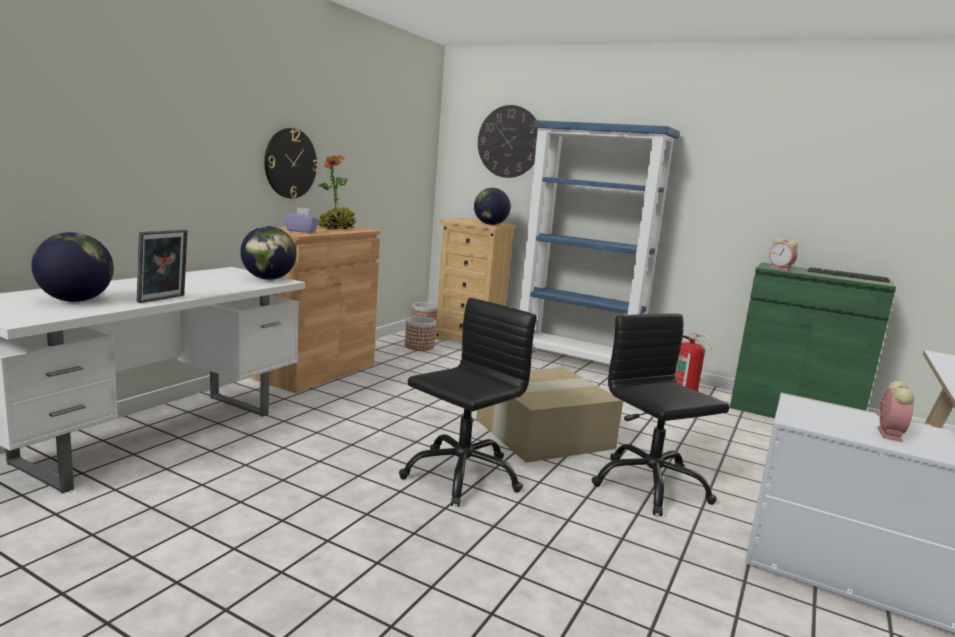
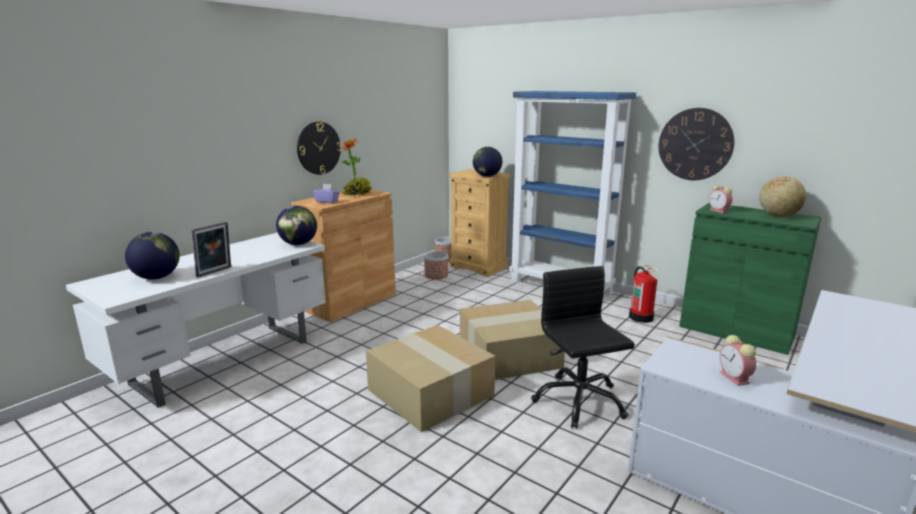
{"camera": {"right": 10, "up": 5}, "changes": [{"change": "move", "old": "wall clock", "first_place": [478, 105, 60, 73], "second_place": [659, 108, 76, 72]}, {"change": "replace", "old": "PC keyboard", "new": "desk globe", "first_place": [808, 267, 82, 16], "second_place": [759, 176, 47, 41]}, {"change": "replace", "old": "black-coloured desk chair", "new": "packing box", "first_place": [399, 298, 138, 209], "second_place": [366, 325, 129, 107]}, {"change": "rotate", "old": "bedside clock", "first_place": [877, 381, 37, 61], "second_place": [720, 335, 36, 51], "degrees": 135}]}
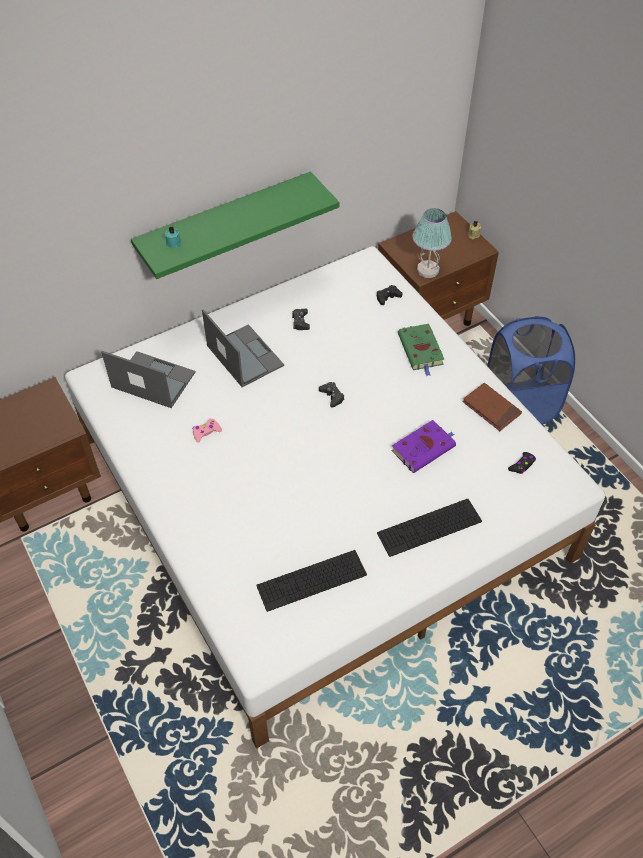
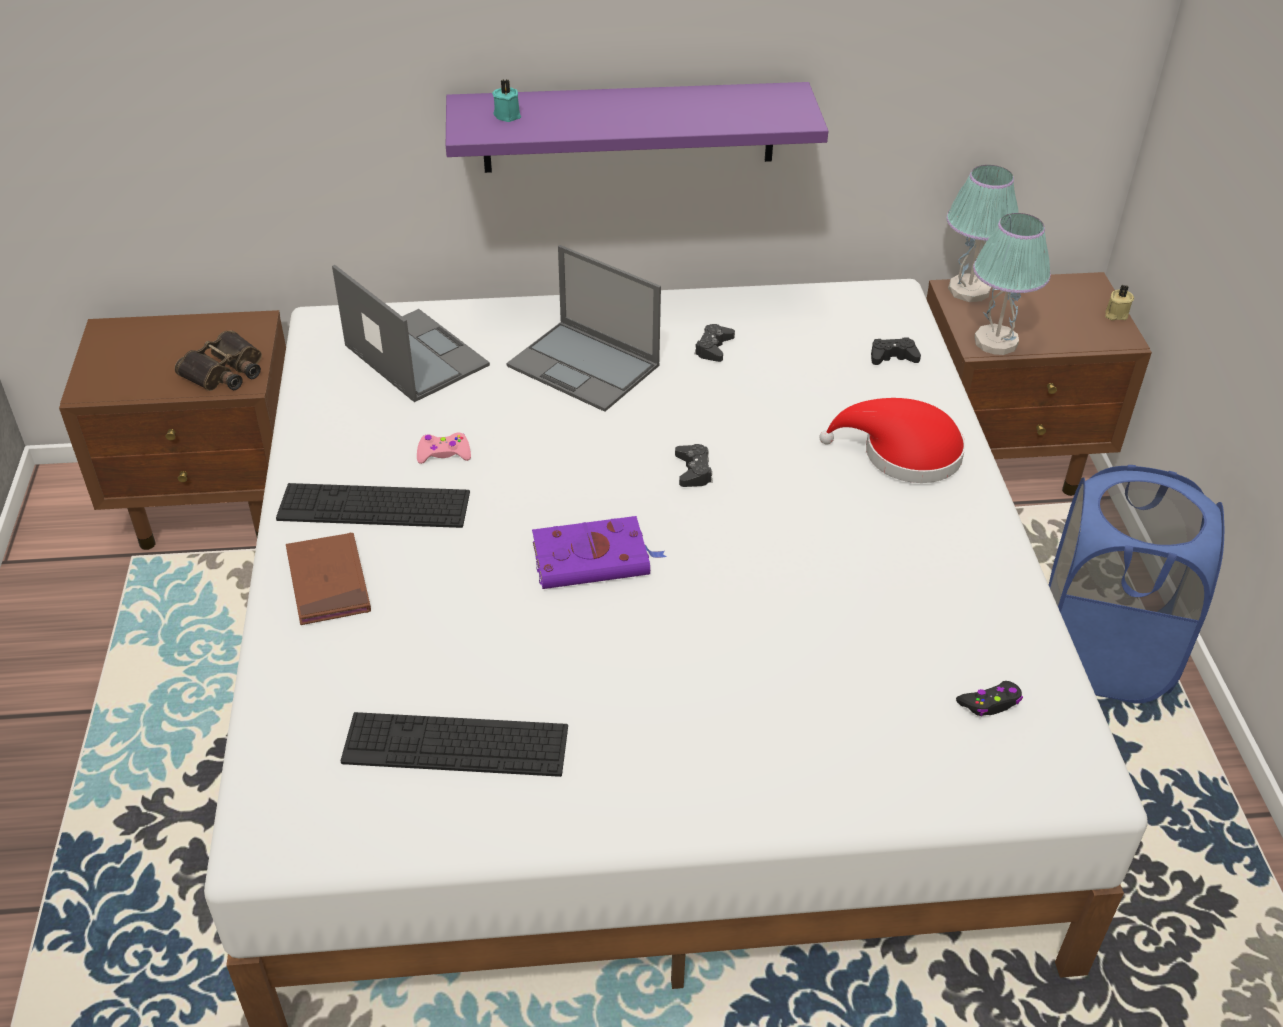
{"camera": {"right": 25, "up": -10}, "changes": [{"change": "recolor", "old": "green wall shelf", "new": "purple wall shelf", "first_place": [131, 172, 208, 107], "second_place": [446, 82, 382, 91]}, {"change": "rotate", "old": "portable computer", "first_place": [202, 309, 82, 78], "second_place": [506, 245, 155, 167], "degrees": 135}, {"change": "replace", "old": "green volume", "new": "red-coloured hat", "first_place": [398, 324, 46, 52], "second_place": [819, 398, 146, 85]}, {"change": "move", "old": "brownish volume", "first_place": [462, 383, 60, 48], "second_place": [286, 533, 85, 92]}, {"change": "move", "old": "purple volume", "first_place": [391, 420, 65, 53], "second_place": [532, 516, 134, 73]}, {"change": "move", "old": "PC keyboard", "first_place": [377, 499, 105, 58], "second_place": [276, 483, 194, 45]}, {"change": "insert", "new": "lamp for a table", "second_place": [946, 165, 73, 137]}, {"change": "insert", "new": "binoculars", "second_place": [175, 330, 87, 61]}]}
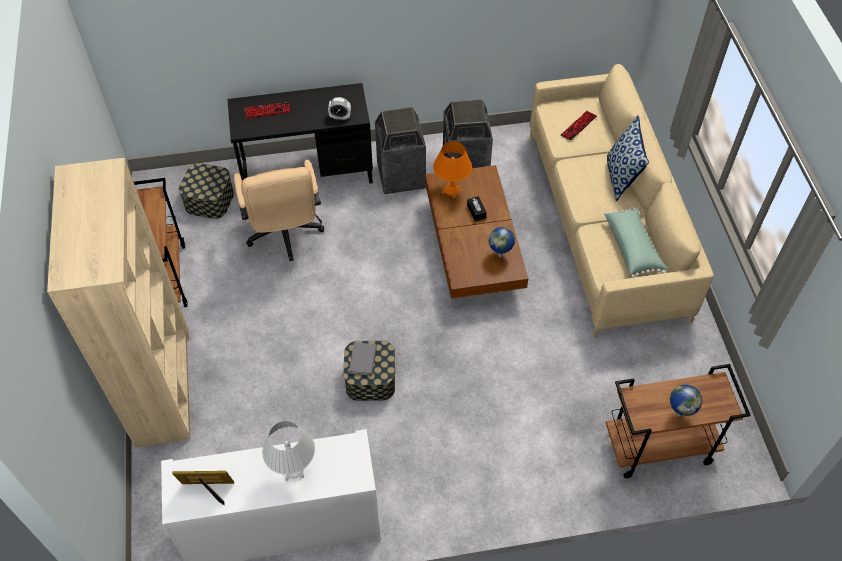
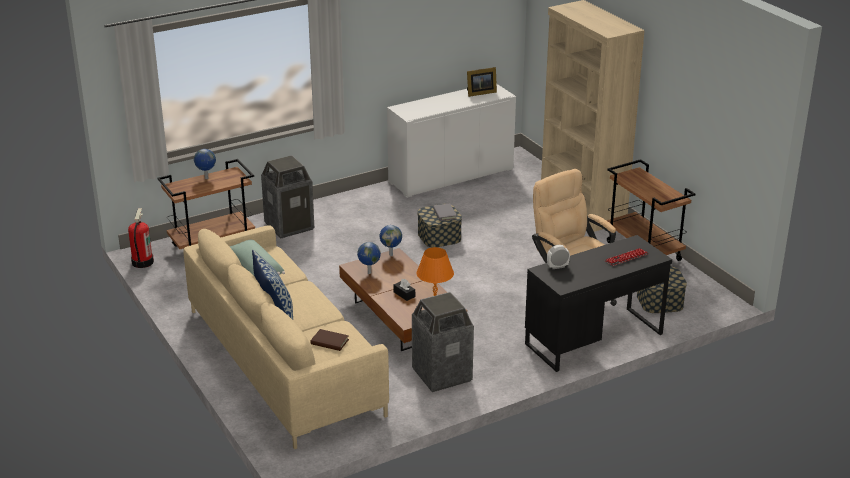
{"camera": {"right": 160, "up": -25}, "changes": [{"change": "move", "old": "waste bin", "first_place": [375, 107, 51, 87], "second_place": [261, 155, 53, 83]}, {"change": "replace", "old": "PC keyboard", "new": "brownish volume", "first_place": [561, 111, 36, 30], "second_place": [310, 329, 39, 22]}, {"change": "delete", "old": "white-coloured lamp for a table", "first_place": [262, 421, 53, 60]}, {"change": "insert", "new": "fire-fighting cylinder", "second_place": [128, 208, 26, 60]}, {"change": "insert", "new": "desk globe", "second_place": [380, 225, 22, 31]}]}
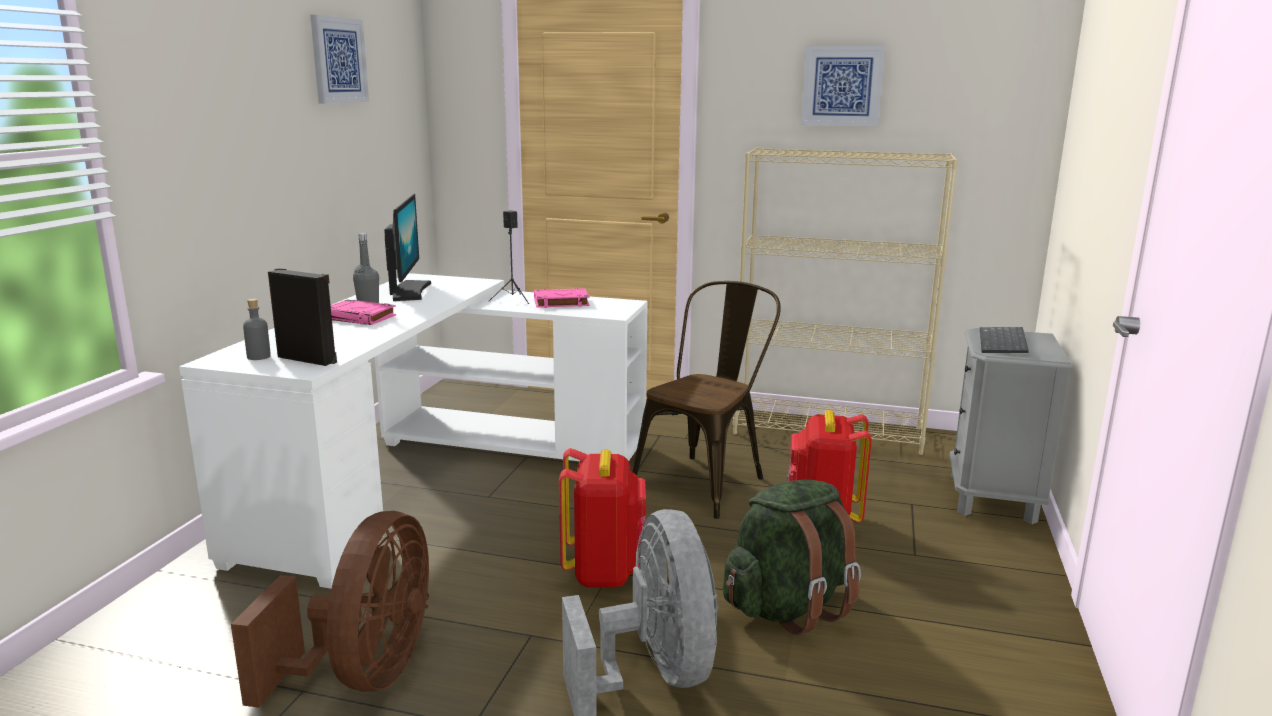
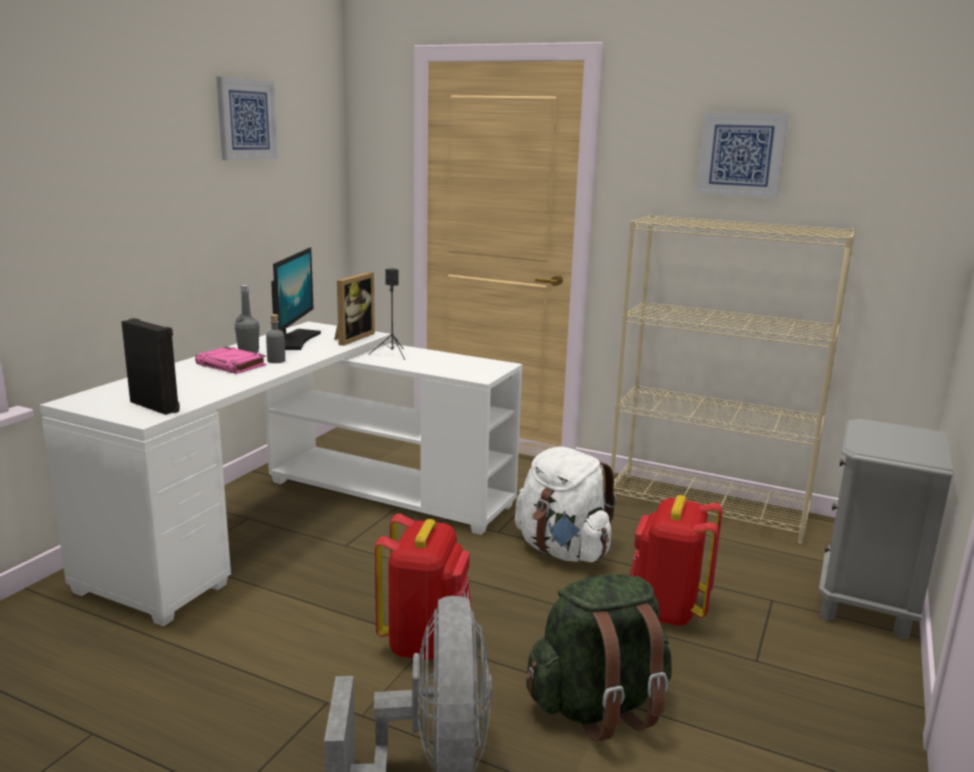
{"camera": {"right": 10, "up": 0}, "changes": [{"change": "replace", "old": "brownish plain chair", "new": "white-coloured backpack", "first_place": [633, 281, 148, 238], "second_place": [515, 447, 102, 115]}, {"change": "delete", "old": "pinkish volume", "first_place": [534, 288, 56, 20]}, {"change": "move", "old": "greyish drink bottle", "first_place": [243, 299, 28, 61], "second_place": [266, 314, 19, 49]}, {"change": "delete", "old": "PC keyboard", "first_place": [980, 327, 49, 26]}, {"change": "delete", "old": "brownish electric fan", "first_place": [231, 511, 198, 197]}, {"change": "insert", "new": "picture frame", "second_place": [334, 272, 41, 74]}]}
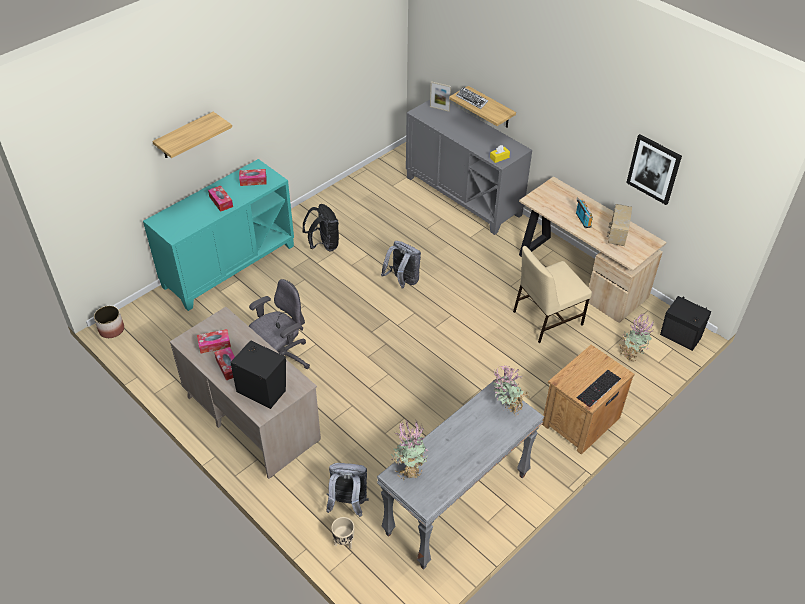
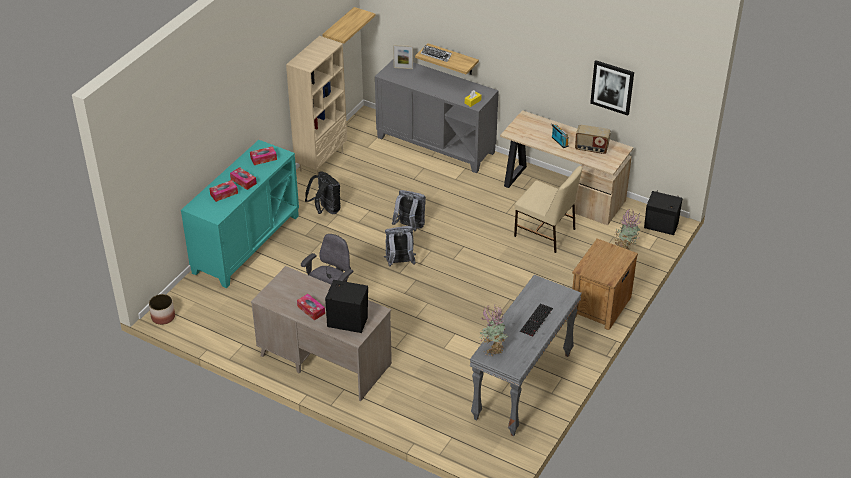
{"camera": {"right": -15, "up": -5}, "changes": [{"change": "move", "old": "wall shelf", "first_place": [152, 112, 80, 46], "second_place": [322, 7, 53, 37]}, {"change": "rotate", "old": "radio", "first_place": [607, 204, 25, 42], "second_place": [575, 125, 36, 29], "degrees": -75}, {"change": "rotate", "old": "beige-coloured plain chair", "first_place": [513, 246, 79, 97], "second_place": [514, 166, 68, 87], "degrees": -105}, {"change": "move", "old": "box of tissues", "first_place": [197, 329, 34, 25], "second_place": [209, 180, 29, 22]}, {"change": "delete", "old": "potted plant", "first_place": [492, 365, 37, 52]}, {"change": "move", "old": "PC keyboard", "first_place": [577, 370, 44, 37], "second_place": [520, 304, 33, 33]}, {"change": "move", "old": "greyish backpack", "first_place": [326, 463, 43, 54], "second_place": [384, 226, 32, 41]}, {"change": "delete", "old": "beige-coloured flower pot", "first_place": [331, 517, 23, 32]}, {"change": "insert", "new": "beige-coloured bookshelf", "second_place": [286, 36, 61, 139]}]}
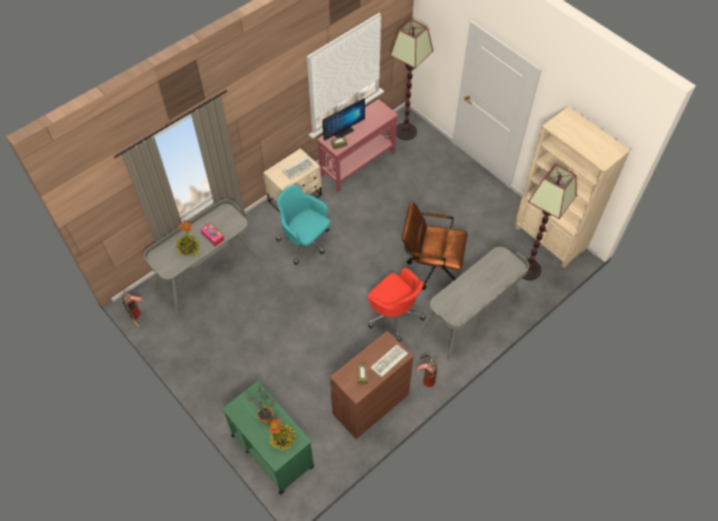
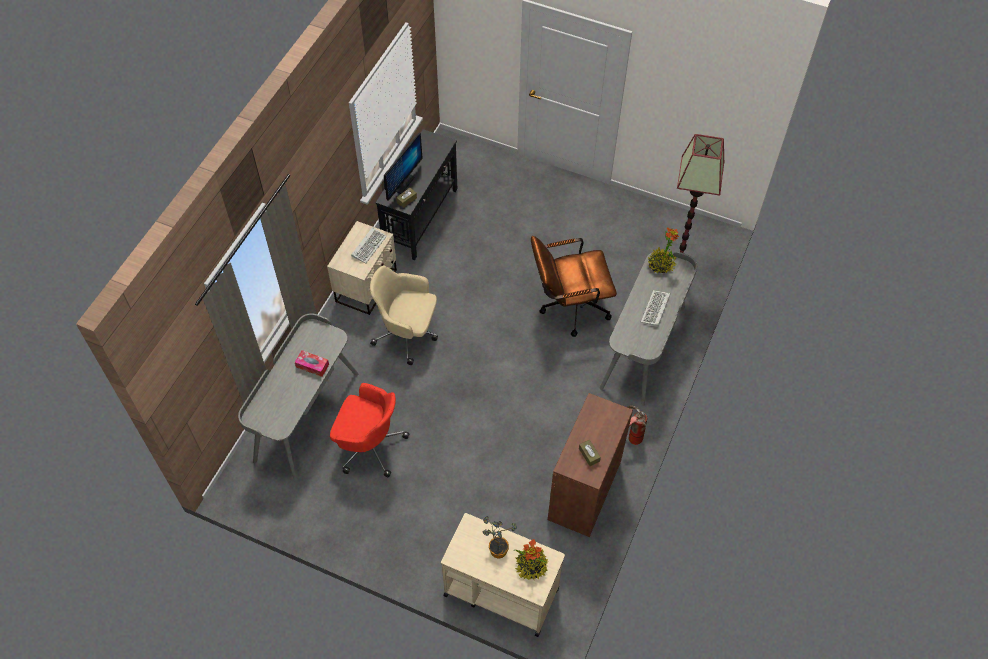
{"camera": {"right": -25, "up": 0}, "changes": [{"change": "delete", "old": "standard lamp", "first_place": [390, 19, 43, 121]}, {"change": "recolor", "old": "red-coloured hall table", "new": "black-coloured hall table", "first_place": [317, 99, 81, 93], "second_place": [375, 129, 82, 131]}, {"change": "delete", "old": "beige-coloured bookshelf", "first_place": [515, 106, 116, 162]}, {"change": "recolor", "old": "turquoise-coloured desk chair", "new": "beige-coloured desk chair", "first_place": [276, 185, 54, 80], "second_place": [370, 266, 68, 99]}, {"change": "move", "old": "potted plant", "first_place": [176, 220, 23, 36], "second_place": [648, 227, 31, 47]}, {"change": "move", "old": "red-coloured desk chair", "first_place": [367, 267, 59, 75], "second_place": [330, 383, 80, 94]}, {"change": "delete", "old": "fire-fighting cylinder", "first_place": [122, 291, 21, 36]}, {"change": "move", "old": "PC keyboard", "first_place": [370, 344, 38, 34], "second_place": [641, 290, 29, 37]}, {"change": "recolor", "old": "green wheeled cart", "new": "beige-coloured wheeled cart", "first_place": [222, 381, 93, 114], "second_place": [441, 513, 124, 124]}]}
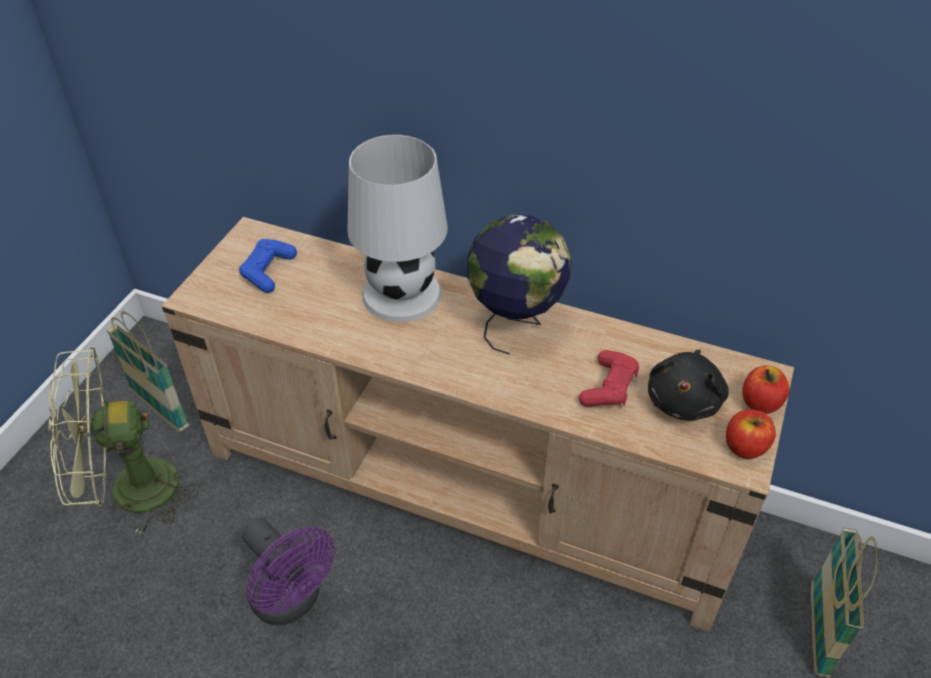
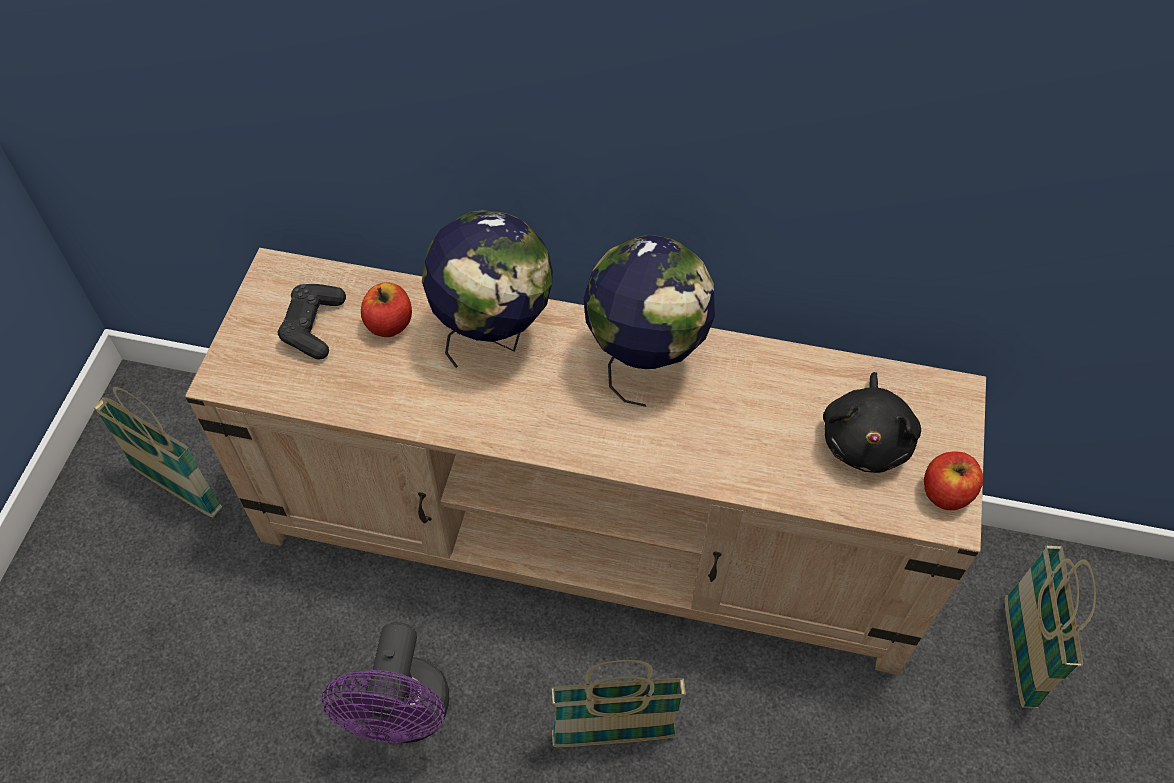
{"camera": {"right": -10, "up": 10}, "changes": [{"change": "replace", "old": "white-coloured lamp for a table", "new": "desk globe", "first_place": [347, 135, 101, 187], "second_place": [422, 210, 131, 158]}, {"change": "recolor", "old": "bluish joypad", "new": "black-coloured joypad", "first_place": [239, 239, 58, 54], "second_place": [278, 284, 68, 76]}, {"change": "delete", "old": "green electric fan", "first_place": [48, 348, 152, 187]}, {"change": "delete", "old": "red-coloured joypad", "first_place": [579, 350, 60, 57]}, {"change": "move", "old": "whole apple", "first_place": [742, 366, 48, 48], "second_place": [361, 282, 51, 55]}, {"change": "rotate", "old": "purple electric fan", "first_place": [242, 518, 93, 108], "second_place": [322, 622, 127, 121], "degrees": 60}, {"change": "insert", "new": "storage basket", "second_place": [552, 660, 134, 88]}]}
